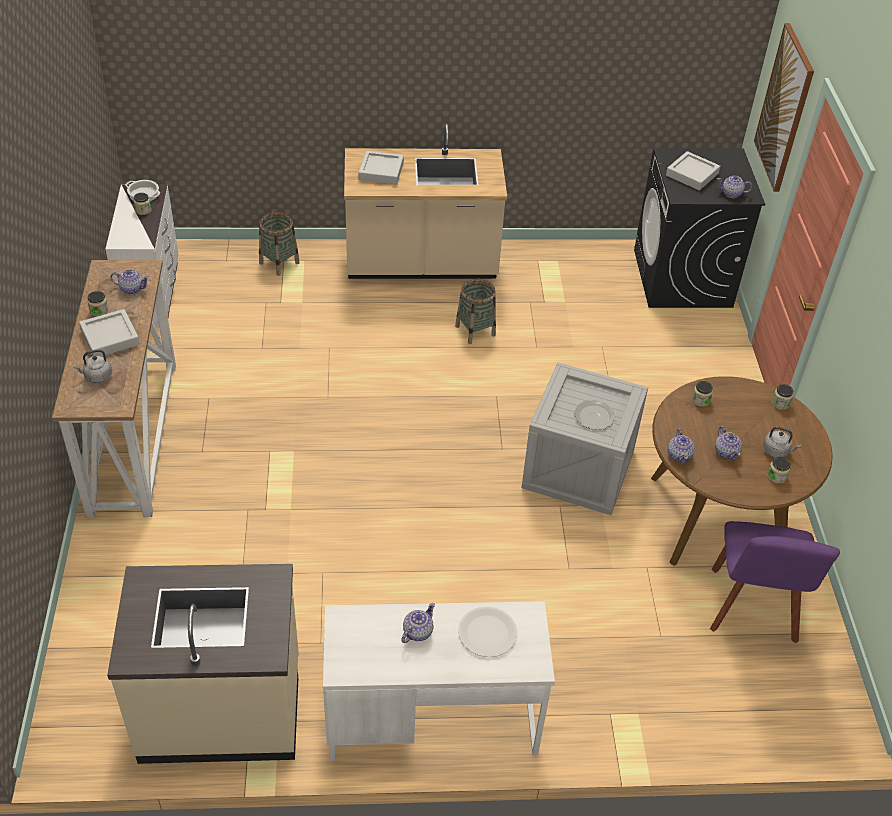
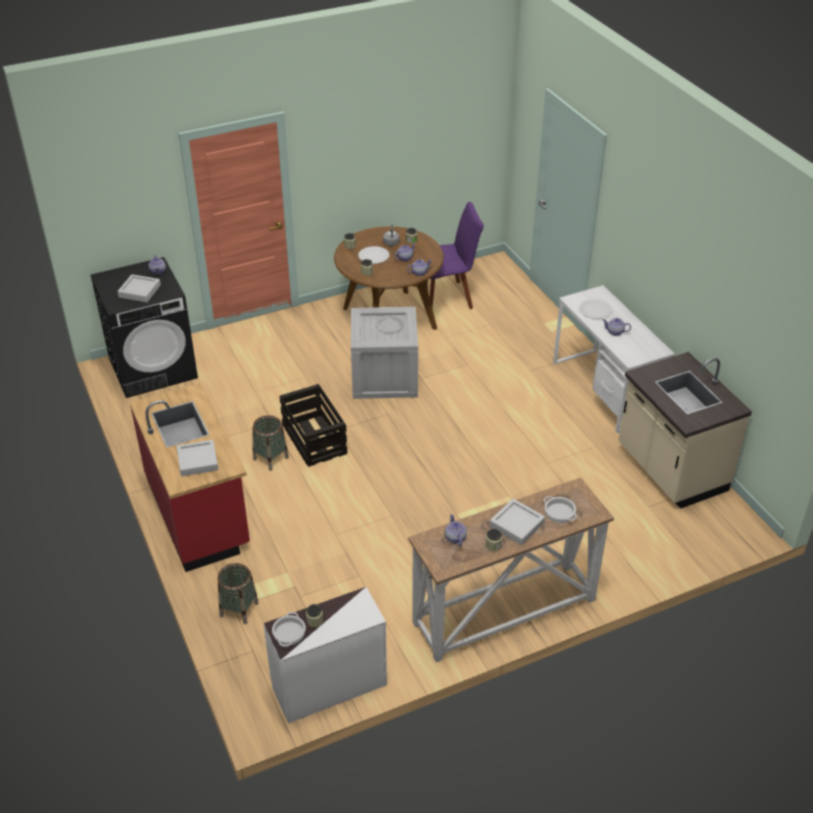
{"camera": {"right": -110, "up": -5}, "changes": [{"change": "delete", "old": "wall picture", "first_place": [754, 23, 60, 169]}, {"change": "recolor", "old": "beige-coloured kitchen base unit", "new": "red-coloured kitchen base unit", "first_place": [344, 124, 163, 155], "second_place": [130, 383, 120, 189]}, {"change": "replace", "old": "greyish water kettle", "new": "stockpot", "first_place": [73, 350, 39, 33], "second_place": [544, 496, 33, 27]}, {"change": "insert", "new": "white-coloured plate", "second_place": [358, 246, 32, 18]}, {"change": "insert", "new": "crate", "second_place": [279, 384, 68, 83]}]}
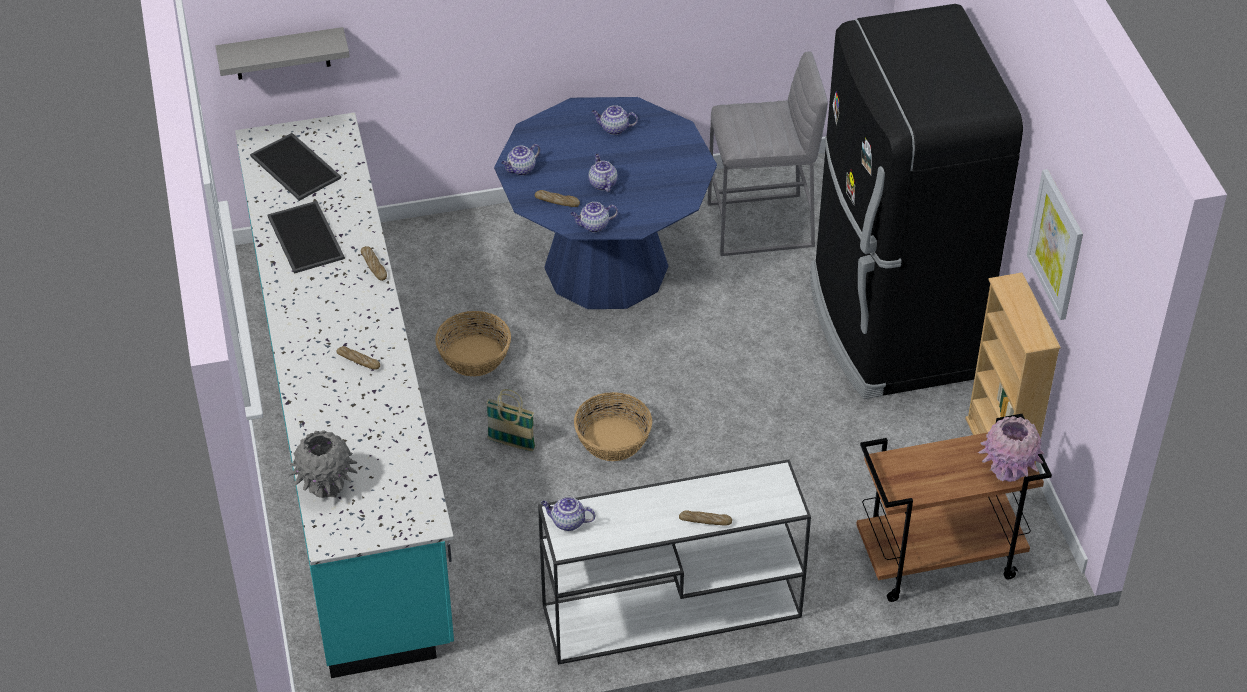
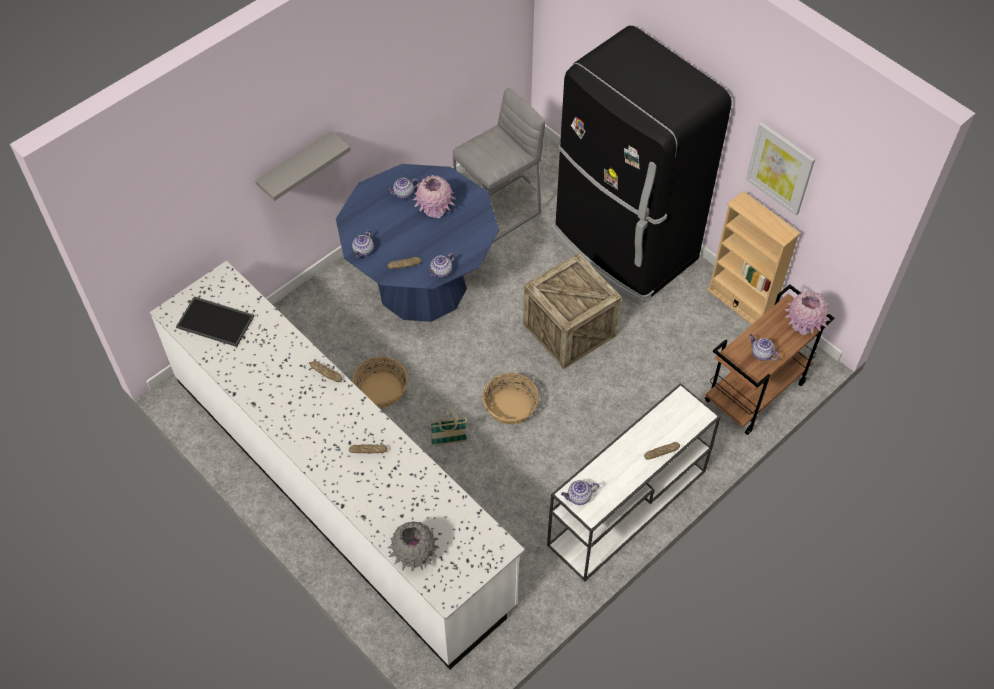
{"camera": {"right": -30, "up": 10}, "changes": [{"change": "move", "old": "greyish wall shelf", "first_place": [215, 27, 135, 53], "second_place": [255, 131, 96, 70]}, {"change": "recolor", "old": "turquoise-coloured kitchen base unit", "new": "white-coloured kitchen base unit", "first_place": [235, 112, 219, 566], "second_place": [150, 261, 375, 408]}, {"change": "move", "old": "teapot", "first_place": [588, 153, 30, 39], "second_place": [750, 334, 29, 27]}, {"change": "delete", "old": "tray", "first_place": [268, 201, 77, 73]}, {"change": "insert", "new": "pinkish vase", "second_place": [413, 175, 43, 43]}, {"change": "insert", "new": "crate", "second_place": [523, 253, 99, 116]}]}
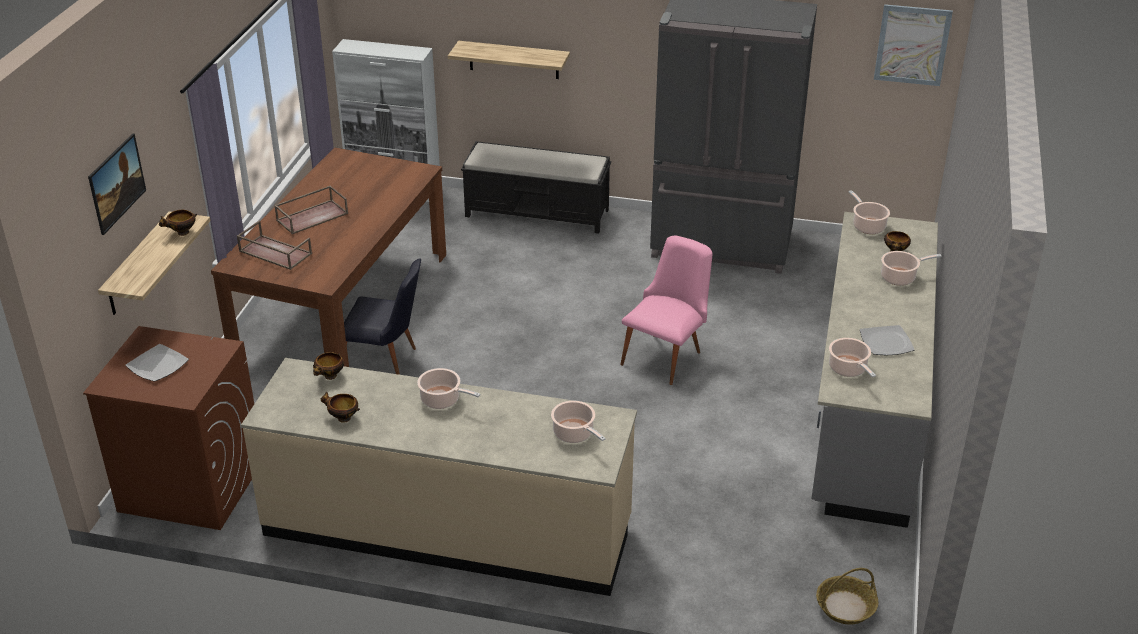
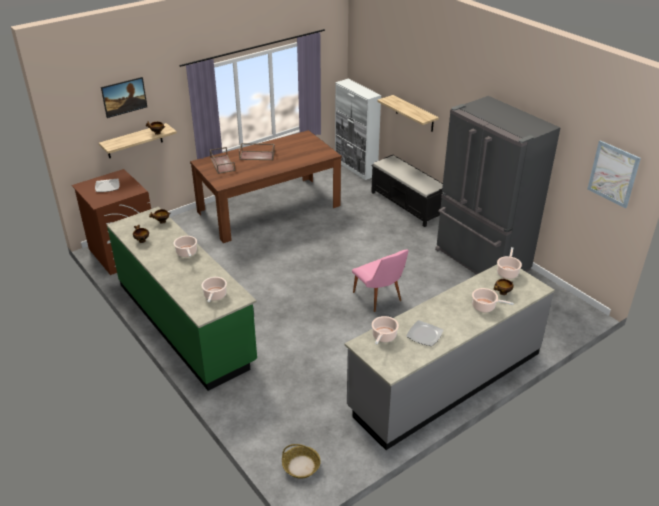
{"camera": {"right": 40, "up": 0}, "changes": [{"change": "rotate", "old": "pinkish plain chair", "first_place": [620, 236, 93, 149], "second_place": [352, 250, 57, 62], "degrees": 75}, {"change": "delete", "old": "black-coloured plain chair", "first_place": [344, 258, 77, 117]}, {"change": "recolor", "old": "beige-coloured kitchen base unit", "new": "green kitchen base unit", "first_place": [241, 358, 396, 238], "second_place": [107, 207, 150, 184]}]}
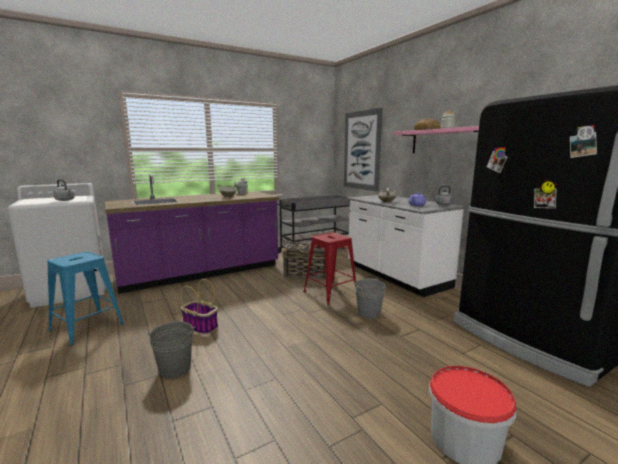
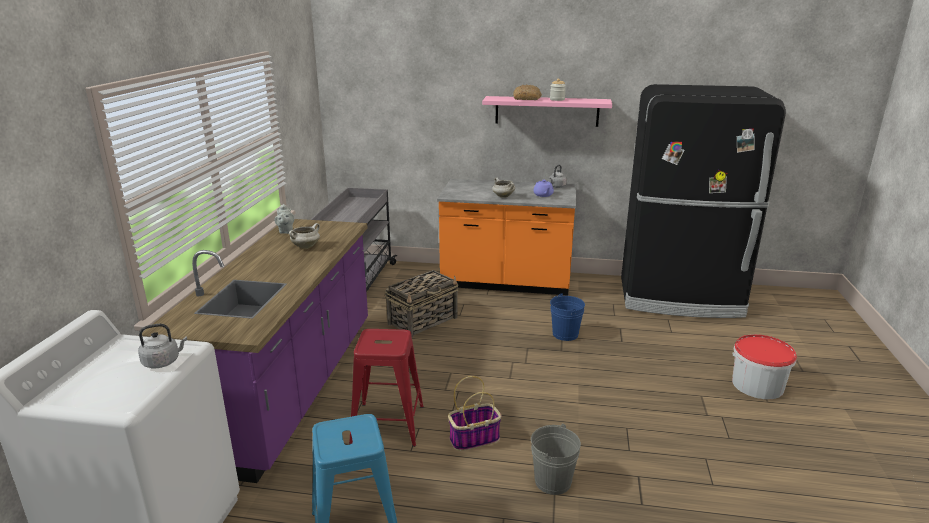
{"camera": {"right": -50, "up": 10}, "changes": [{"change": "delete", "old": "wall picture", "first_place": [344, 108, 39, 84]}, {"change": "recolor", "old": "white-coloured kitchen base unit", "new": "orange-coloured kitchen base unit", "first_place": [347, 195, 118, 102], "second_place": [437, 179, 139, 116]}, {"change": "move", "old": "red-coloured stool", "first_place": [304, 233, 52, 72], "second_place": [349, 329, 75, 118]}, {"change": "recolor", "old": "greyish bucket", "new": "bluish bucket", "first_place": [355, 278, 30, 41], "second_place": [550, 293, 35, 48]}]}
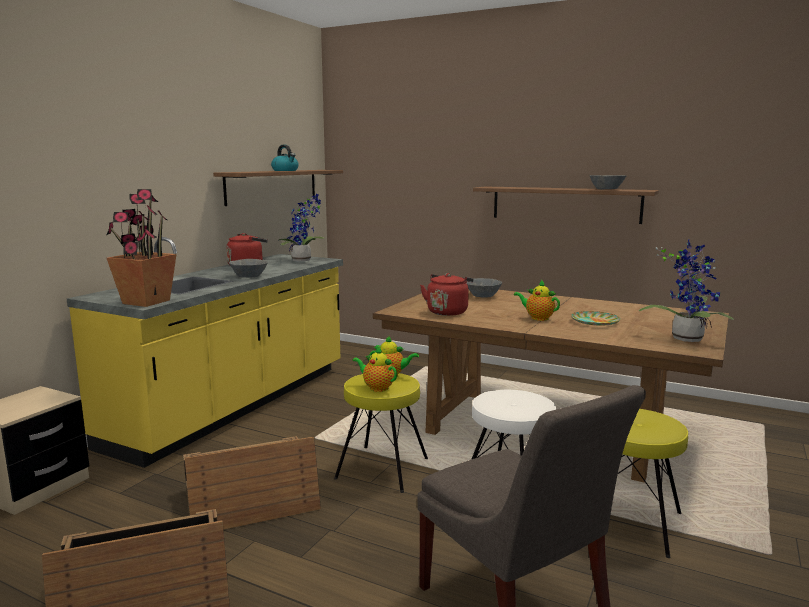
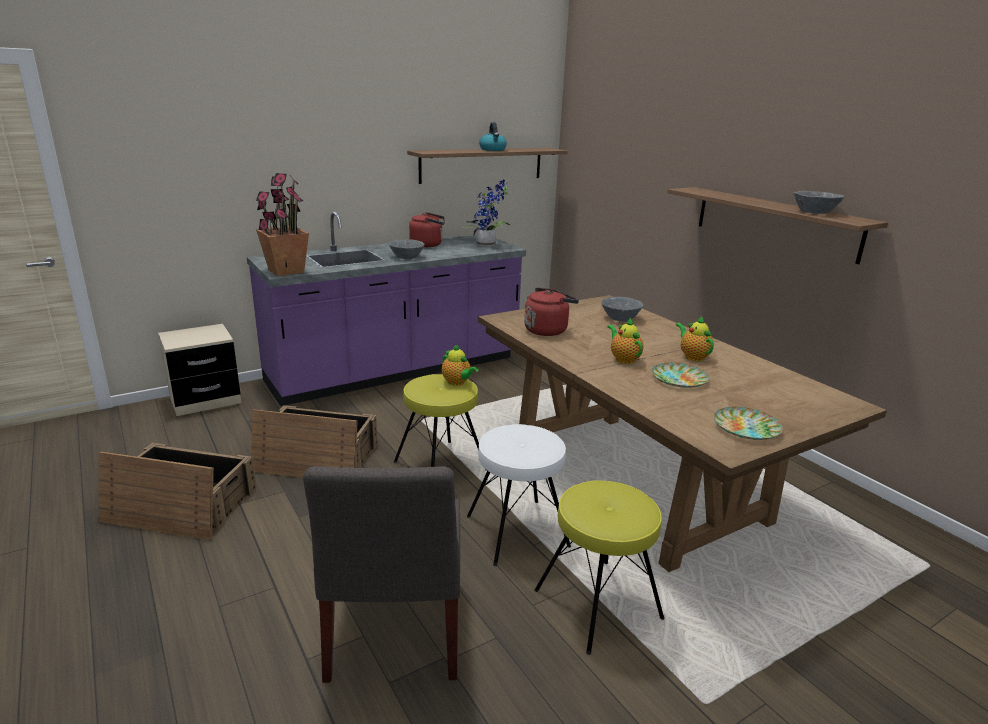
{"camera": {"right": 30, "up": 10}, "changes": [{"change": "recolor", "old": "yellow kitchen base unit", "new": "purple kitchen base unit", "first_place": [67, 237, 276, 231], "second_place": [247, 212, 279, 194]}, {"change": "replace", "old": "potted plant", "new": "plate", "first_place": [639, 240, 95, 102], "second_place": [714, 407, 69, 33]}, {"change": "move", "old": "teapot", "first_place": [353, 347, 44, 45], "second_place": [676, 316, 38, 45]}]}
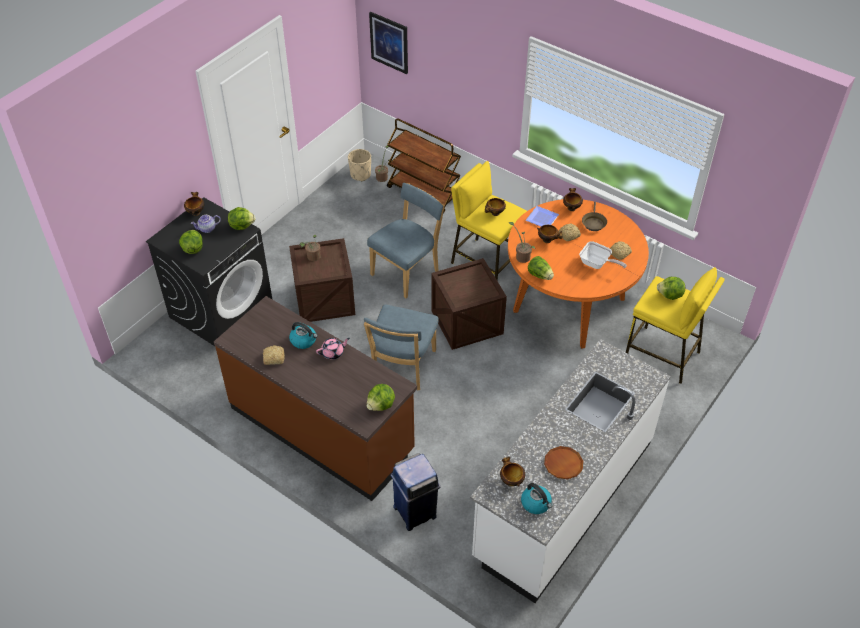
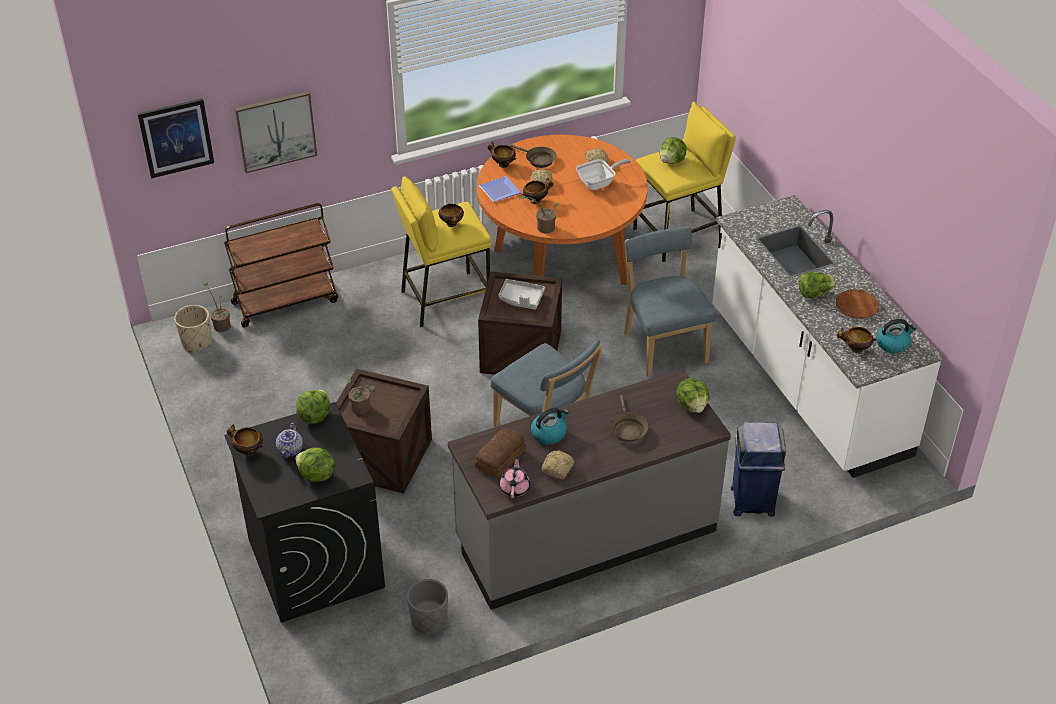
{"camera": {"right": -60, "up": -5}, "changes": [{"change": "move", "old": "bluish plain chair", "first_place": [367, 183, 78, 115], "second_place": [624, 227, 92, 150]}, {"change": "move", "old": "head of lettuce", "first_place": [528, 256, 26, 24], "second_place": [799, 272, 37, 26]}, {"change": "recolor", "old": "brownish kitchen base unit", "new": "greyish kitchen base unit", "first_place": [214, 296, 203, 205], "second_place": [448, 369, 283, 241]}, {"change": "move", "old": "pinkish teapot", "first_place": [316, 338, 34, 21], "second_place": [499, 456, 31, 43]}, {"change": "insert", "new": "wall picture", "second_place": [235, 91, 82, 82]}, {"change": "insert", "new": "greyish tray", "second_place": [498, 279, 47, 31]}, {"change": "insert", "new": "brownish skillet", "second_place": [610, 395, 38, 47]}, {"change": "insert", "new": "bread", "second_place": [475, 428, 51, 50]}, {"change": "insert", "new": "greyish flower pot", "second_place": [407, 579, 41, 56]}]}
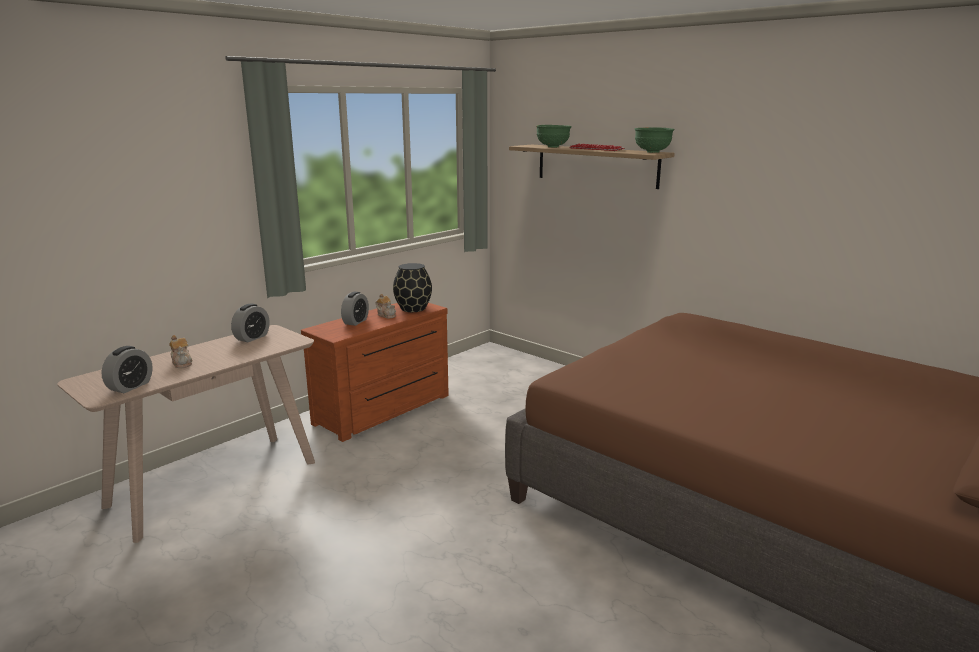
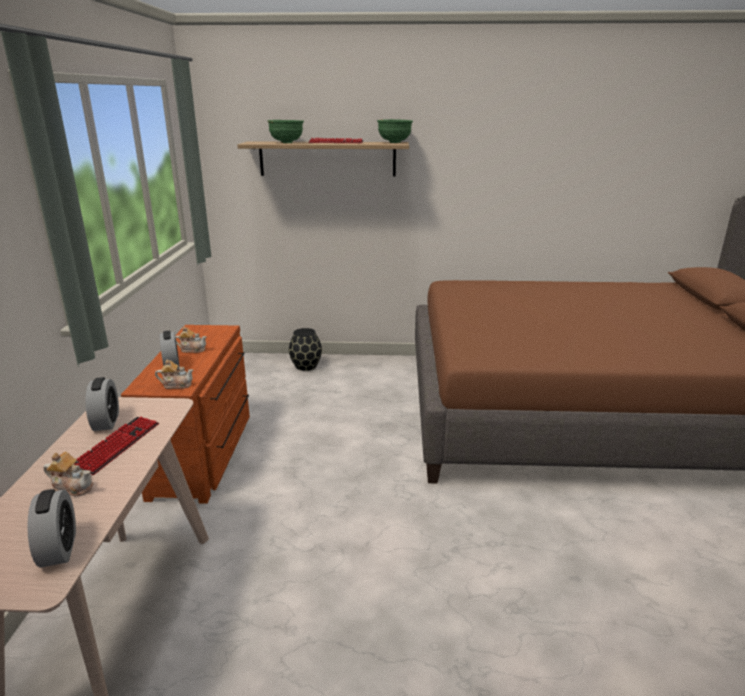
{"camera": {"right": -40, "up": 5}, "changes": [{"change": "move", "old": "black-coloured vase", "first_place": [393, 263, 39, 49], "second_place": [289, 328, 33, 43]}, {"change": "insert", "new": "teapot", "second_place": [155, 359, 38, 30]}, {"change": "insert", "new": "PC keyboard", "second_place": [74, 417, 85, 58]}]}
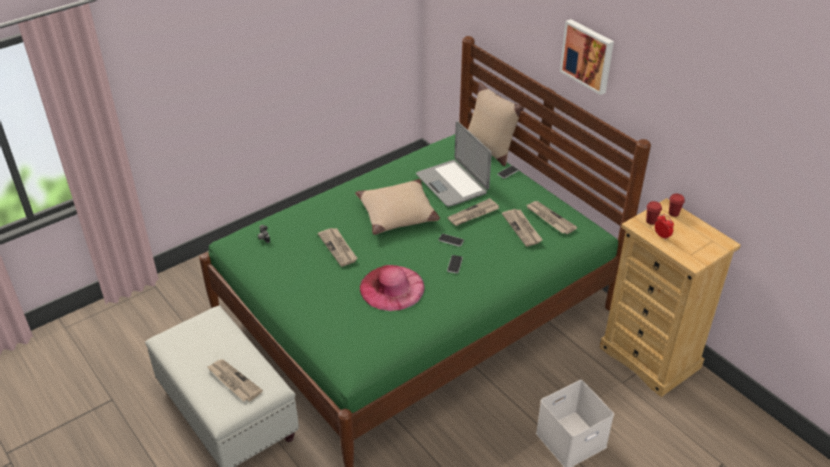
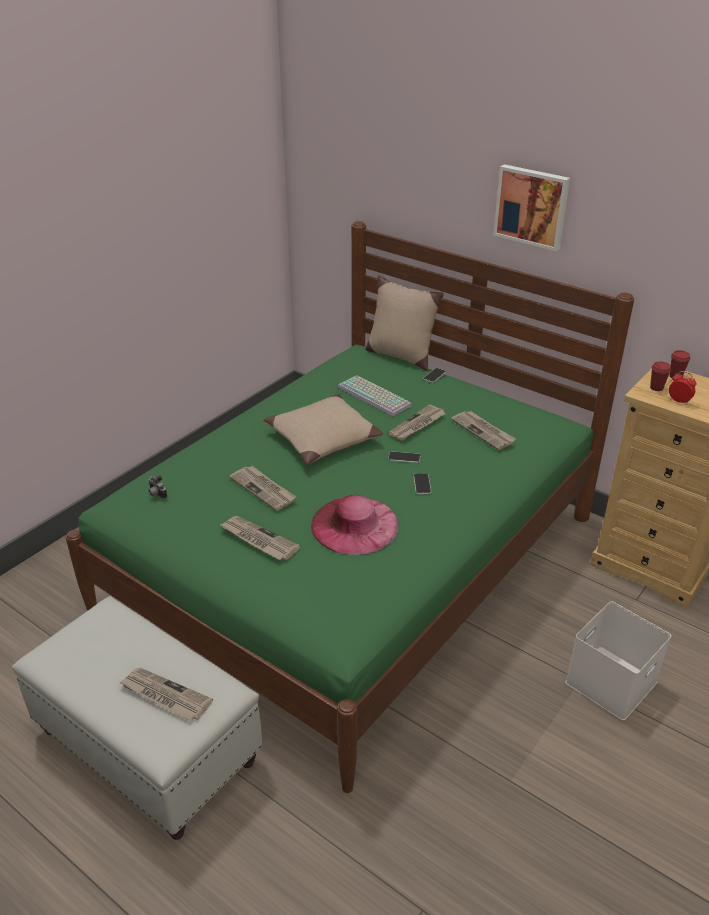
{"camera": {"right": -15, "up": -5}, "changes": [{"change": "replace", "old": "portable computer", "new": "PC keyboard", "first_place": [416, 121, 76, 86], "second_place": [338, 375, 74, 41]}, {"change": "move", "old": "daily paper", "first_place": [526, 201, 51, 33], "second_place": [219, 516, 82, 44]}]}
